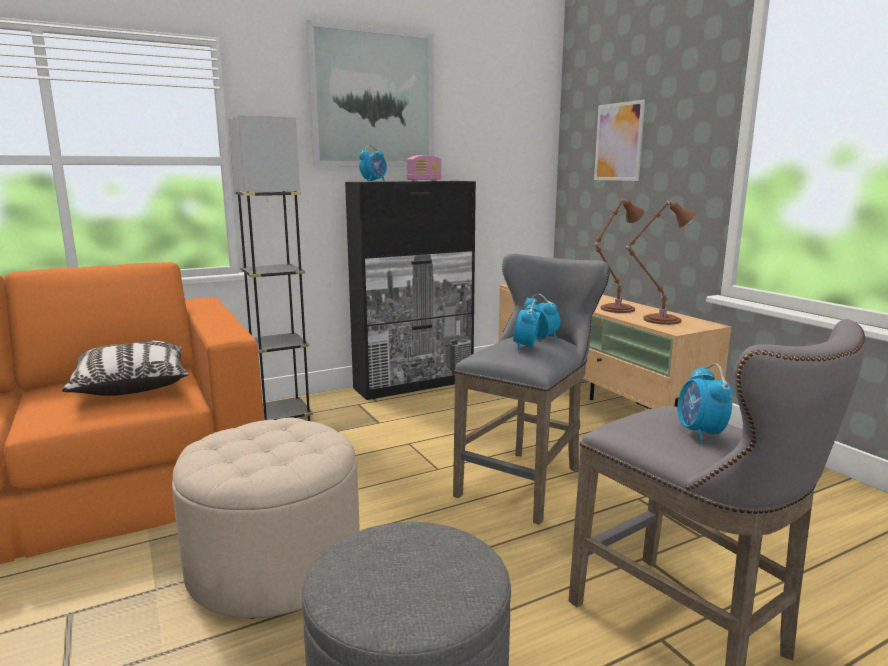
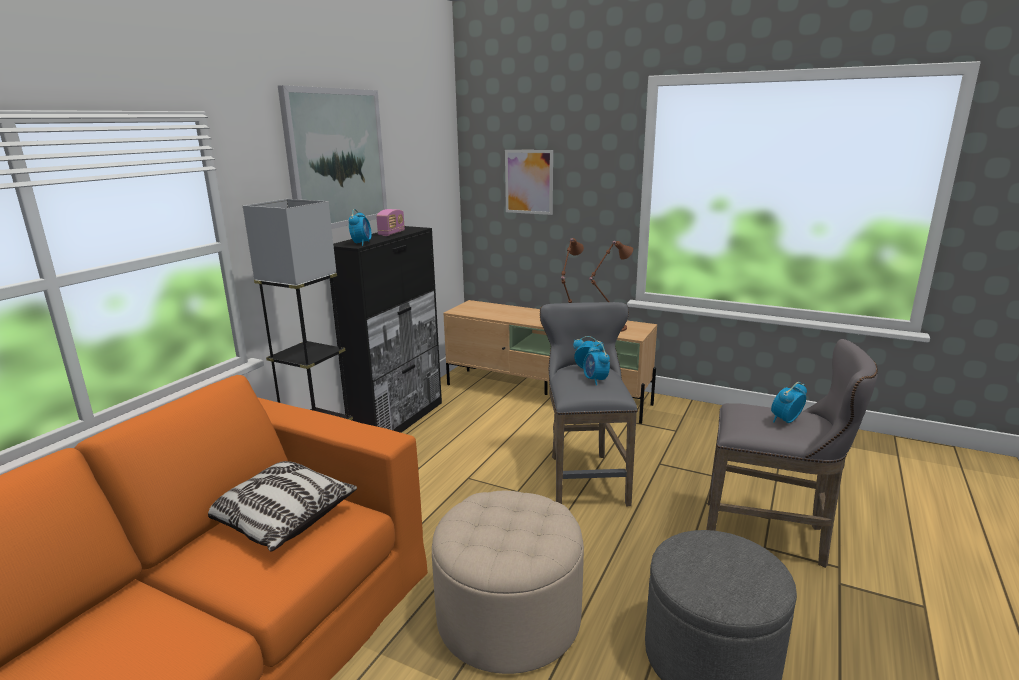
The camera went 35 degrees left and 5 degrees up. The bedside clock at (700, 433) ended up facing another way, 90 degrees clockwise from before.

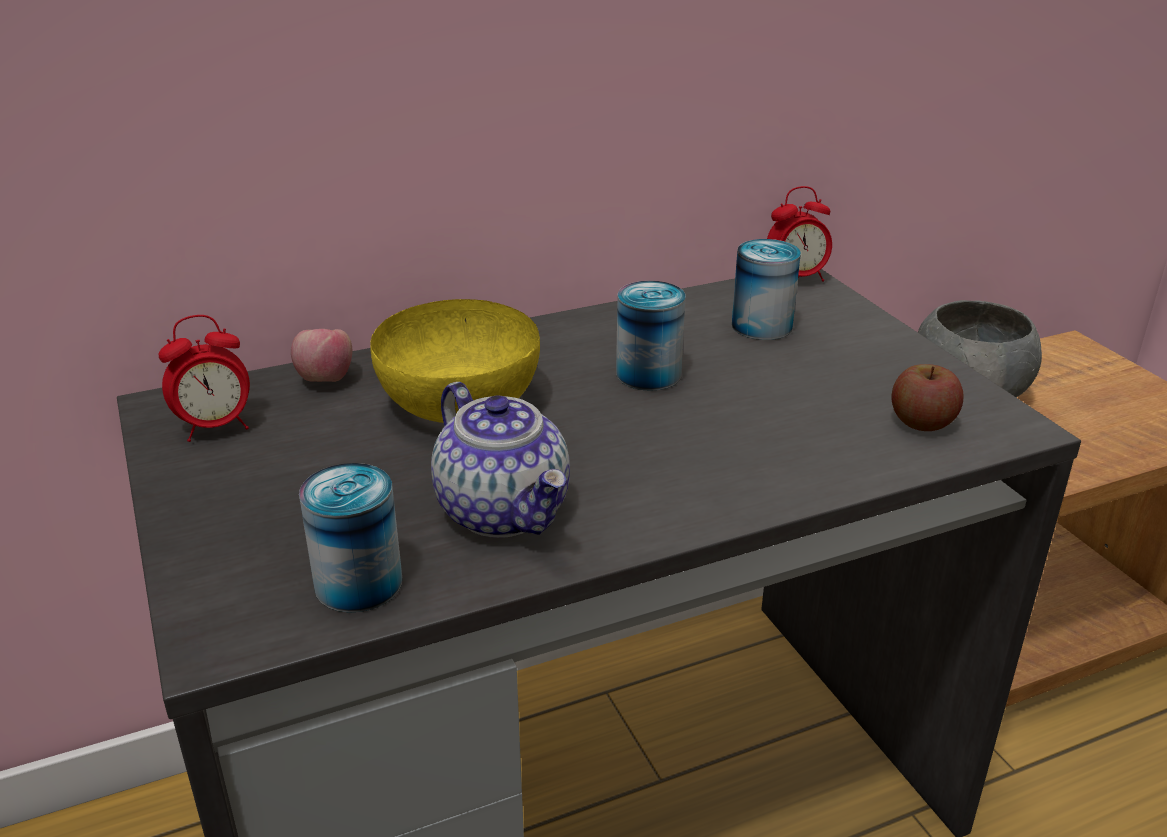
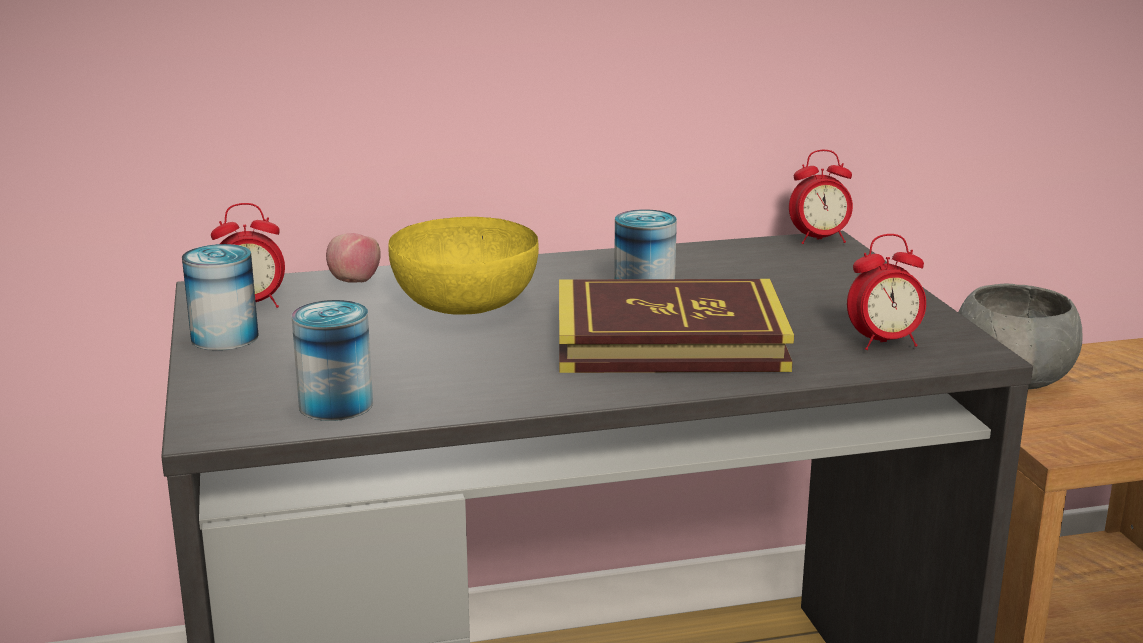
The camera went 10 degrees right and 10 degrees down. The second view lost the tea pot at (505, 511). The metal can ended up elsewhere, having gone from (762, 326) to (224, 337). Where the apple stood at (922, 422), the bedside clock came to stand at (884, 343). The second view gained the bound book at (669, 341).

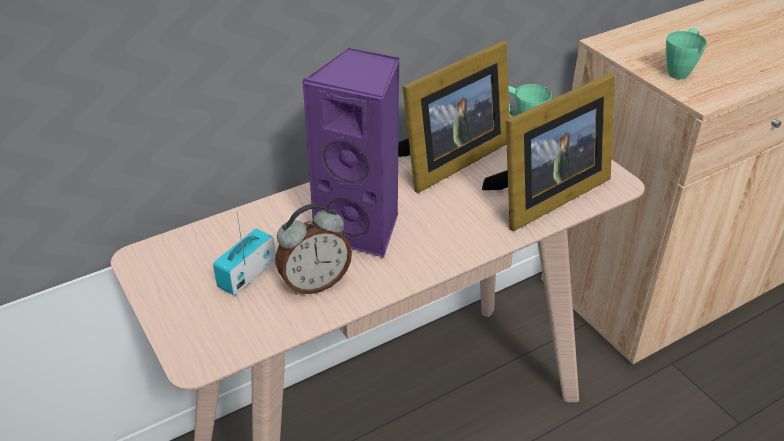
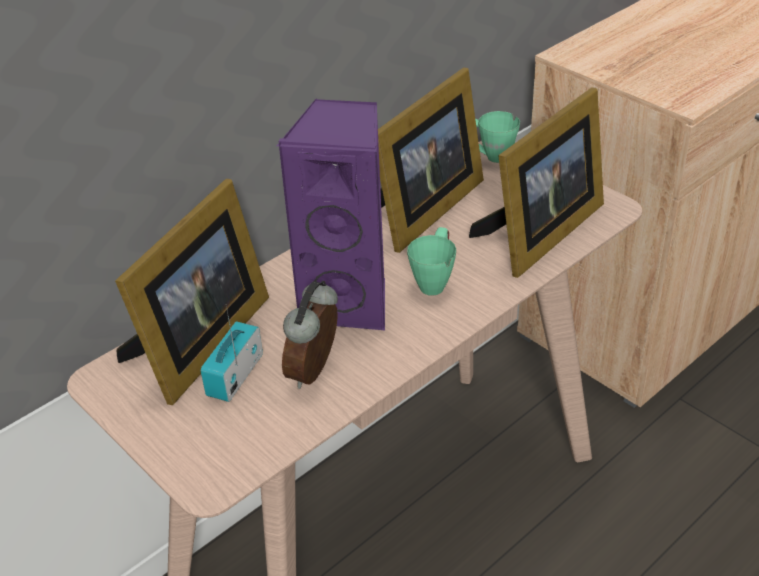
The camera went 10 degrees left and 0 degrees up. The bedside clock at (315, 283) ended up facing another way, 150 degrees clockwise from before. The greenish mug ended up elsewhere, having gone from (680, 70) to (434, 280). The second view gained the picture frame at (198, 345).

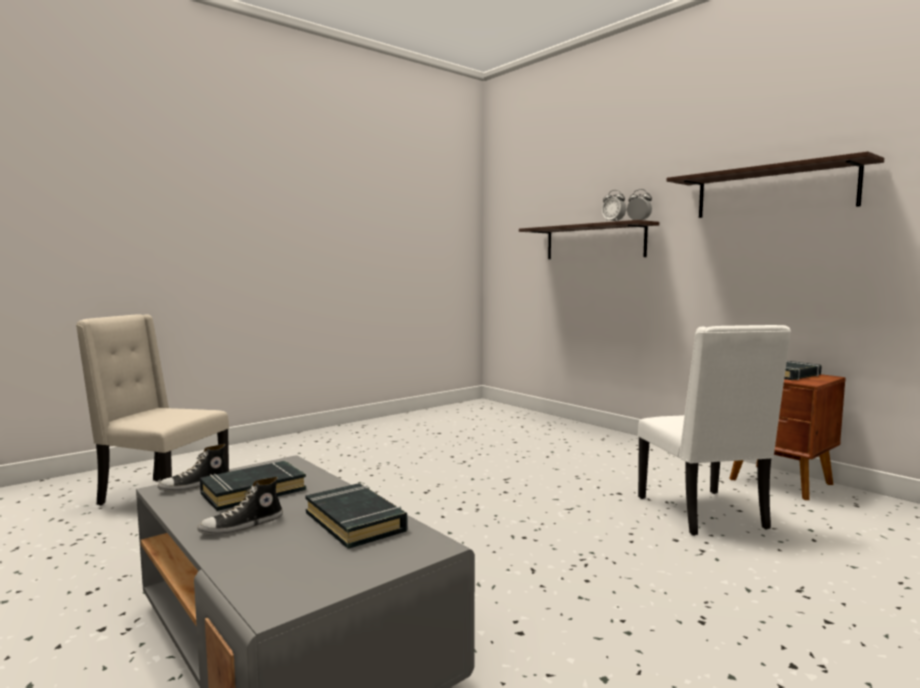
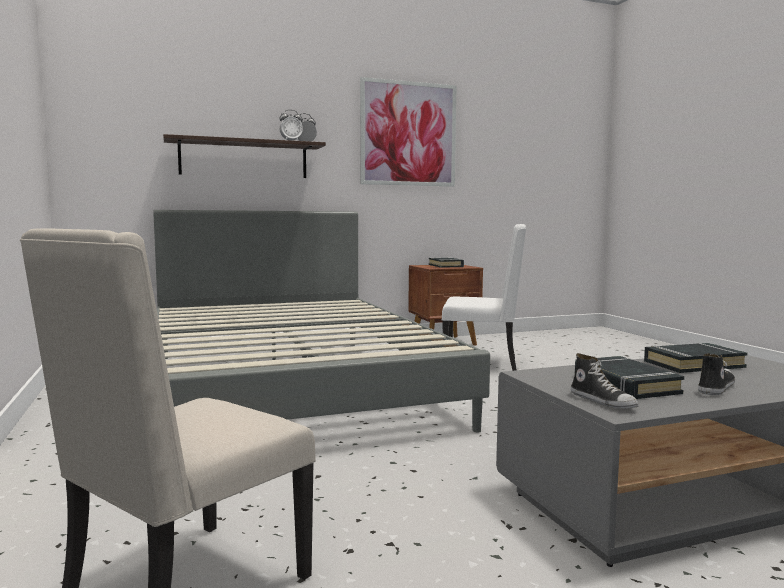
The camera went 70 degrees left and 0 degrees up. The shoe at (242, 526) ended up facing another way, 120 degrees counterclockwise from before. Where the wall shelf hung at (773, 191), the wall picture came to hang at (408, 134). The second view gained the grey bed at (290, 386).

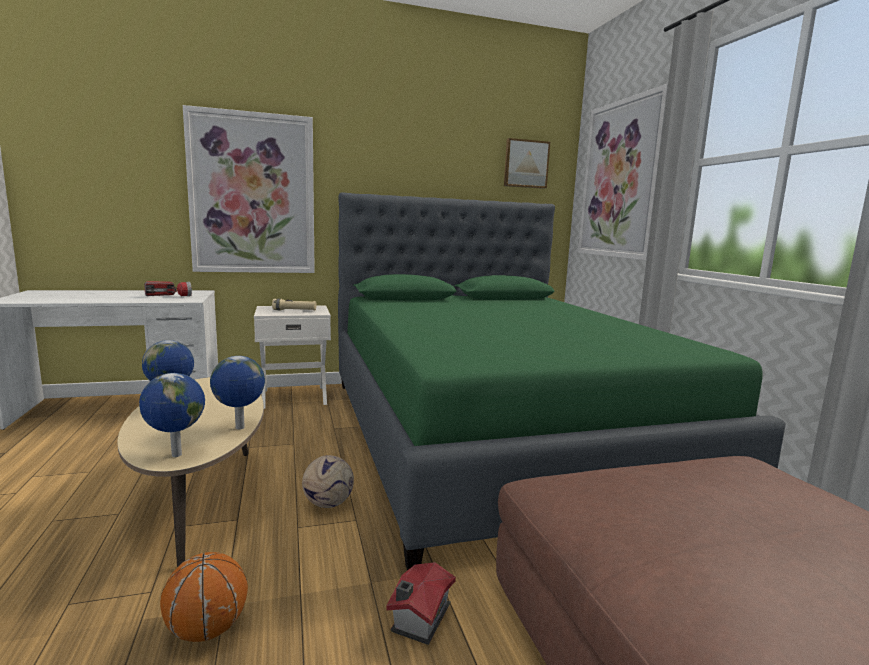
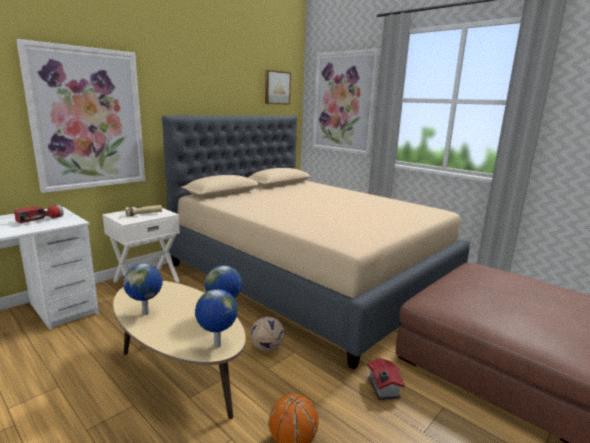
The camera went 30 degrees left and 5 degrees up. What was the greenish bed at (498, 434) turned into the beige bed at (310, 276).

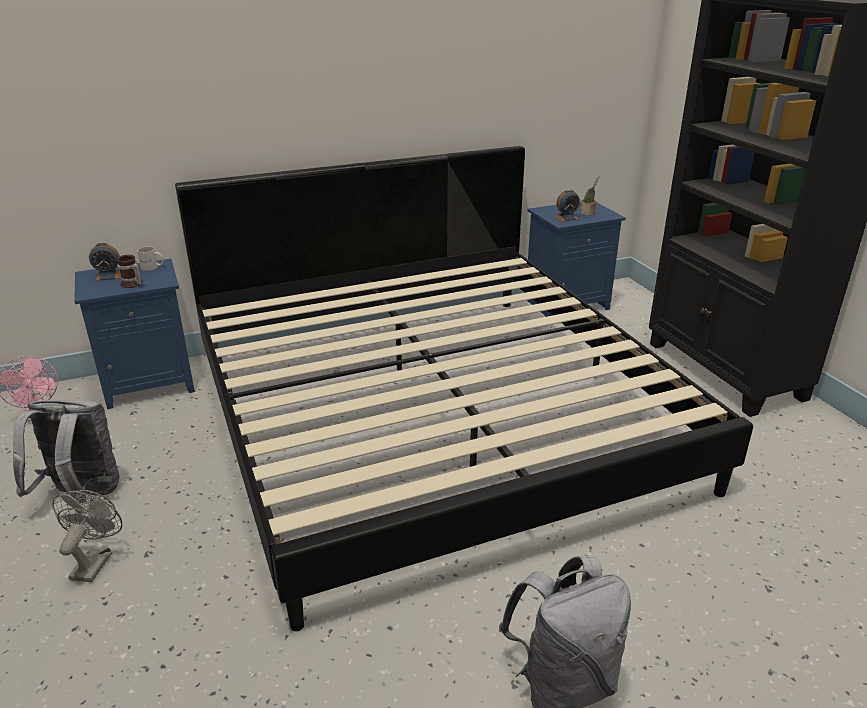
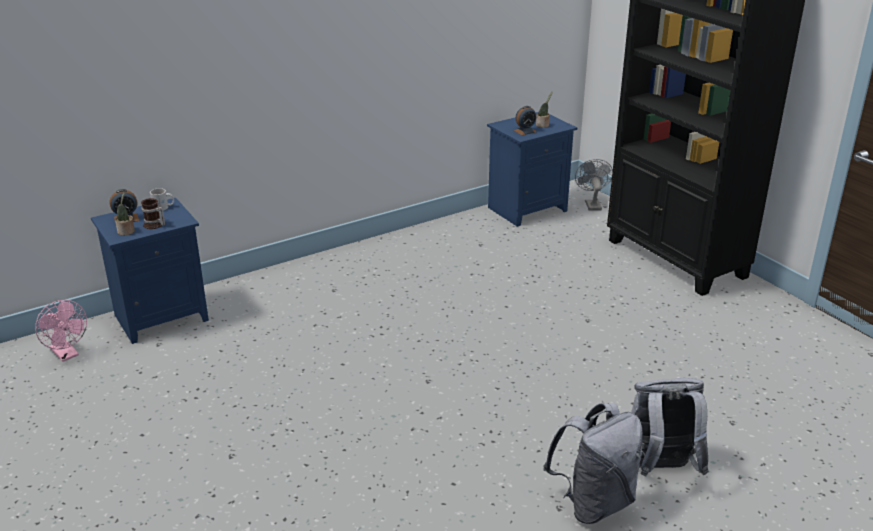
The camera went 10 degrees left and 0 degrees up. The grey rucksack ended up elsewhere, having gone from (81, 495) to (659, 469). The grey fan ended up elsewhere, having gone from (94, 561) to (591, 204). The second view lost the bed at (433, 416). The second view gained the potted plant at (126, 232).

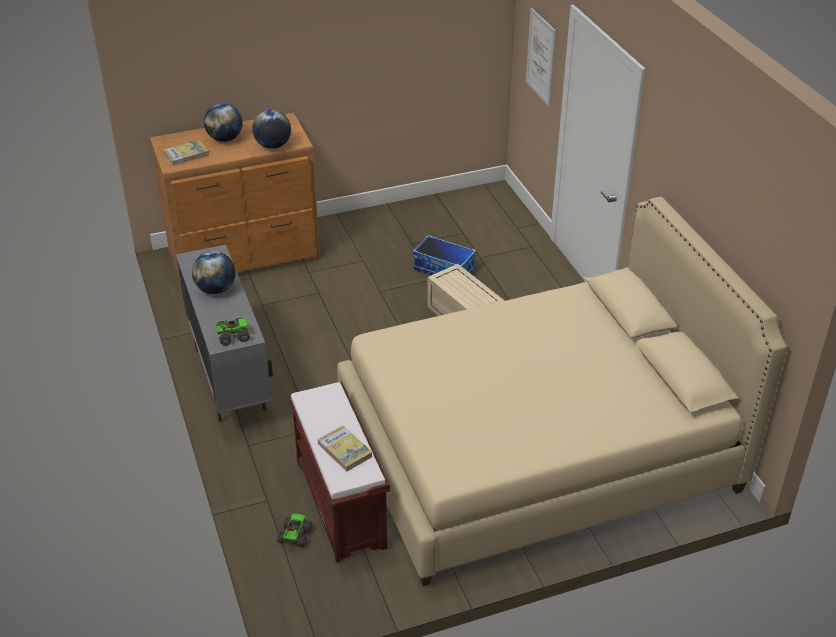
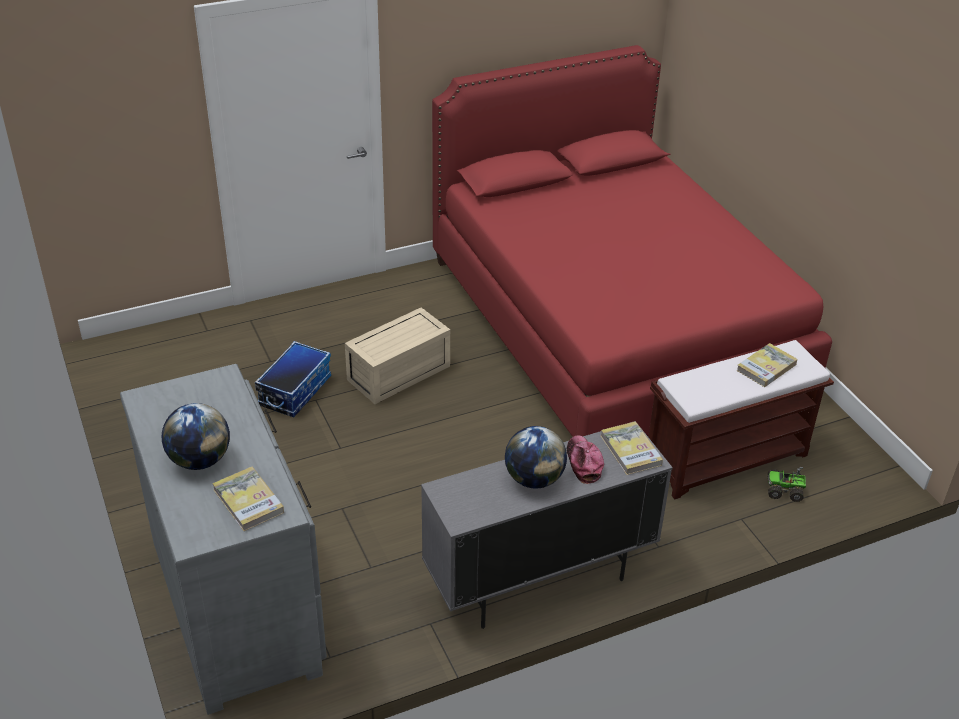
The camera went 95 degrees left and 0 degrees up. What was the brownish dresser at (245, 255) turned into the grey dresser at (238, 604). Where the model truck stood at (232, 336), the bound book came to stand at (630, 450). The second view lost the globe at (273, 146). What was the beige bed at (536, 451) turned into the reddish bed at (612, 324). The second view lost the wall picture at (540, 57). The second view gained the peaked cap at (583, 462).

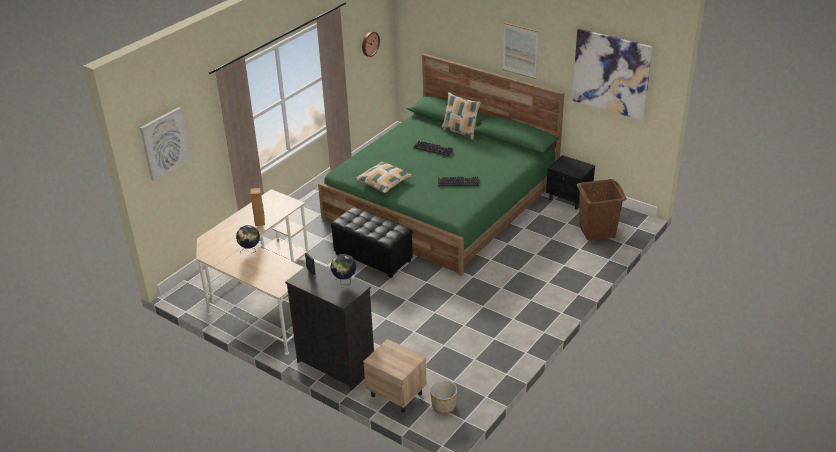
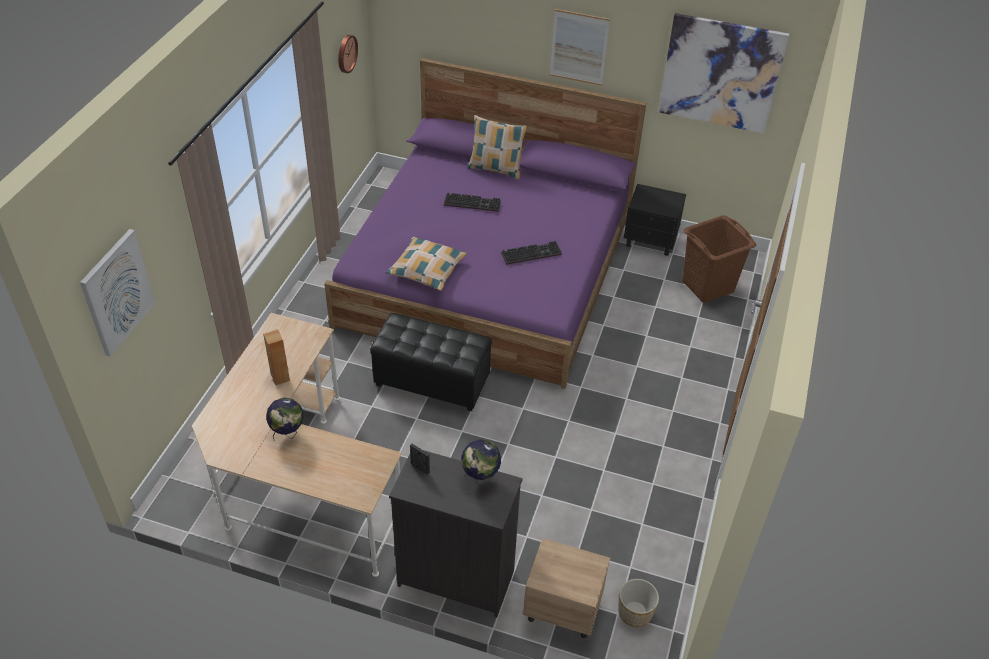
The camera went 20 degrees left and 10 degrees up. What was the greenish bed at (442, 201) turned into the purple bed at (488, 271).

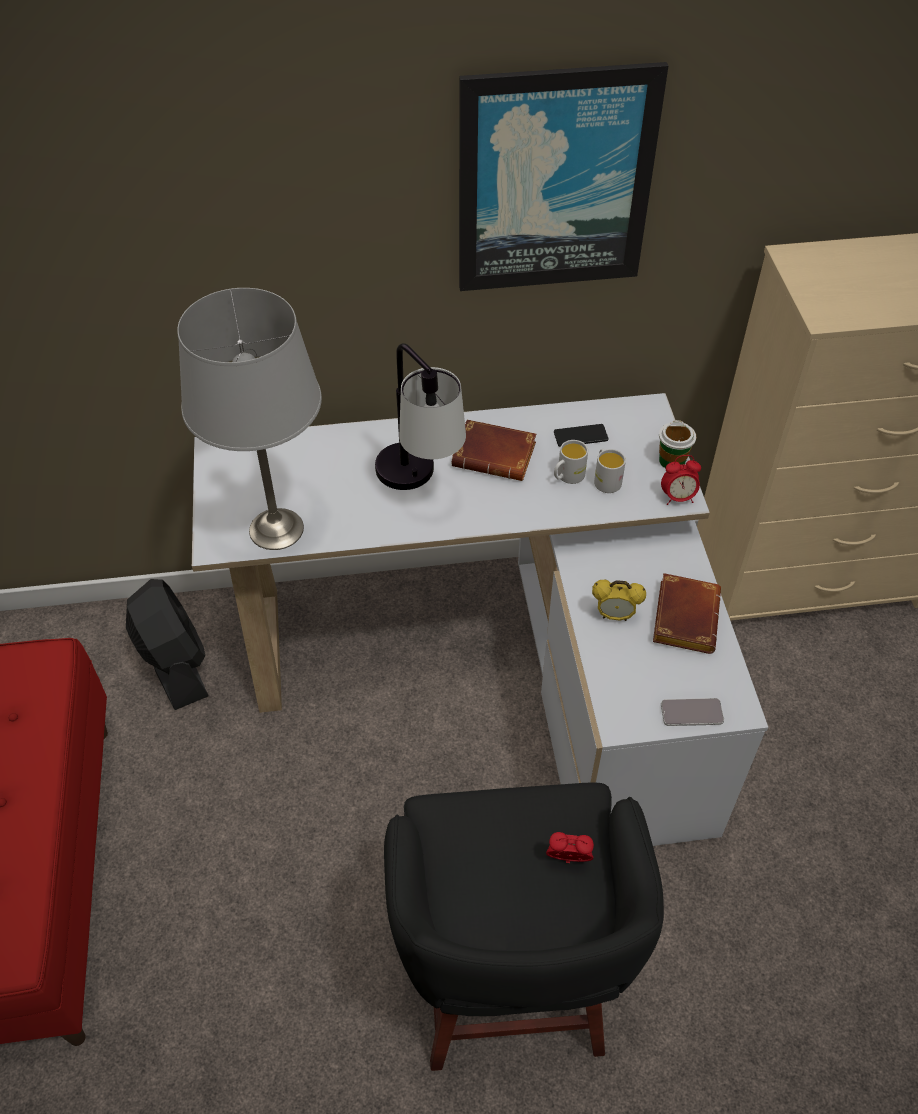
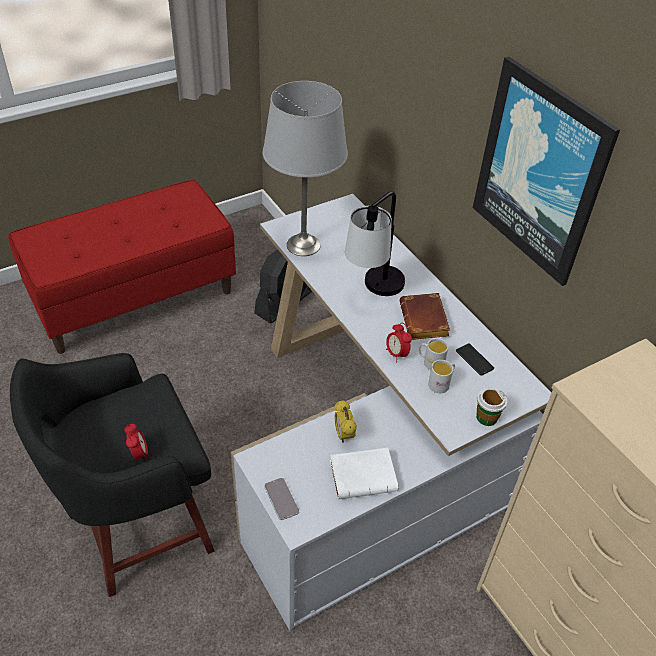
The camera went 65 degrees right and 5 degrees down. What was the brownish bound book at (683, 616) turned into the white-coloured bound book at (364, 475). The bedside clock ended up elsewhere, having gone from (678, 498) to (396, 354).

